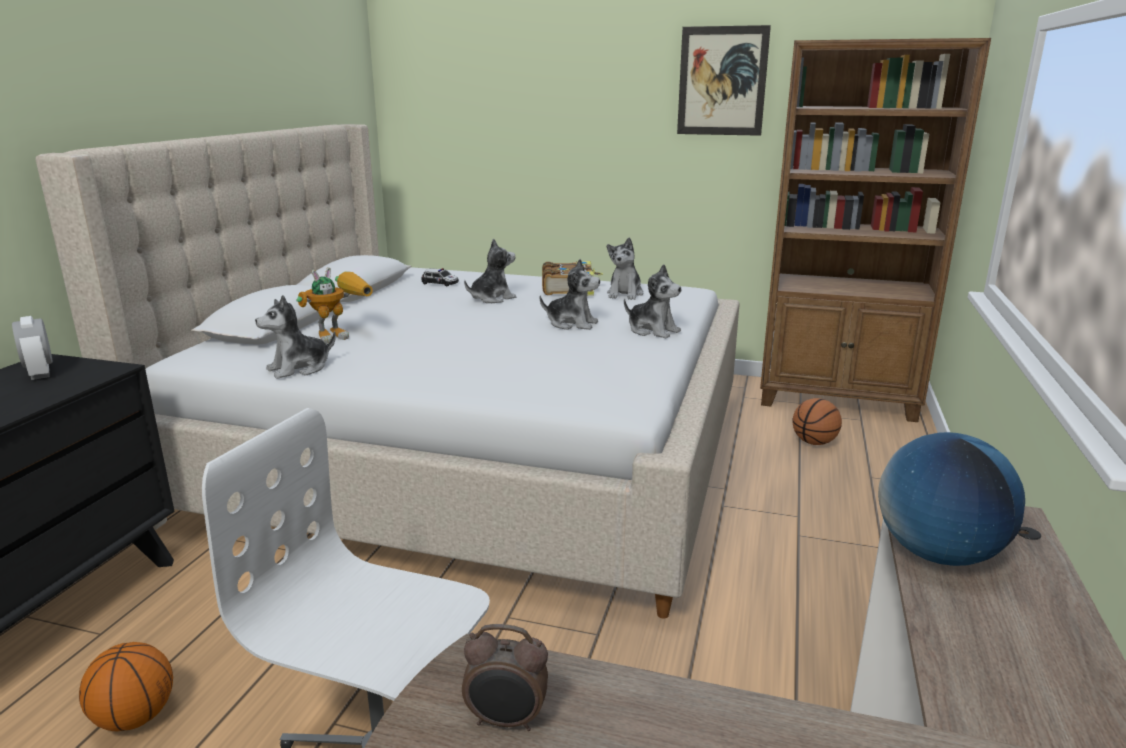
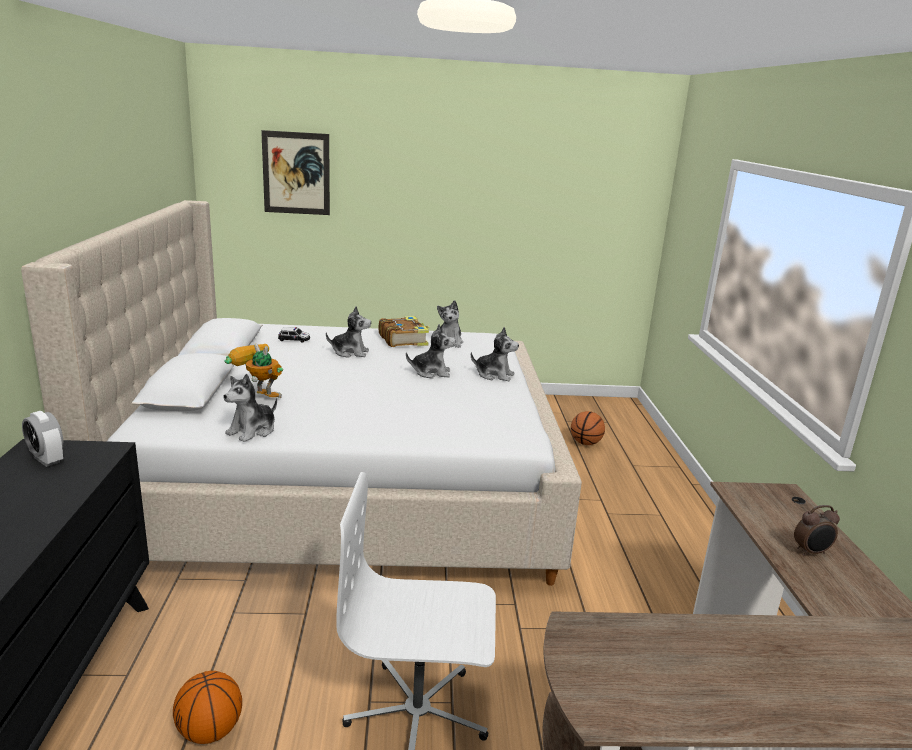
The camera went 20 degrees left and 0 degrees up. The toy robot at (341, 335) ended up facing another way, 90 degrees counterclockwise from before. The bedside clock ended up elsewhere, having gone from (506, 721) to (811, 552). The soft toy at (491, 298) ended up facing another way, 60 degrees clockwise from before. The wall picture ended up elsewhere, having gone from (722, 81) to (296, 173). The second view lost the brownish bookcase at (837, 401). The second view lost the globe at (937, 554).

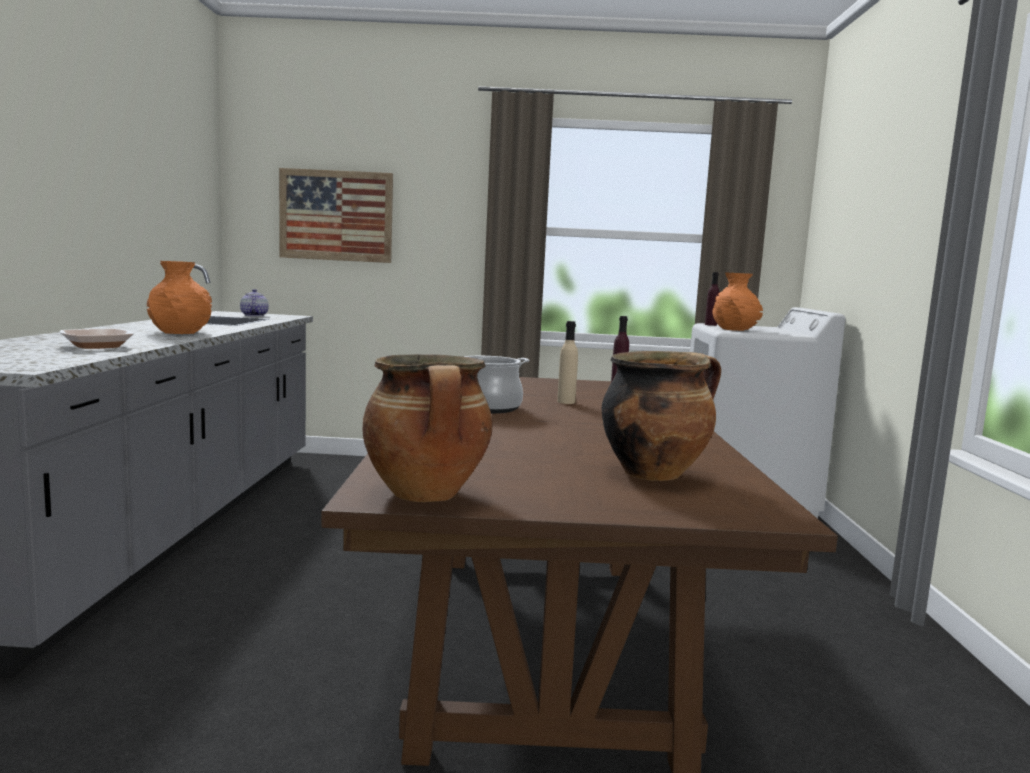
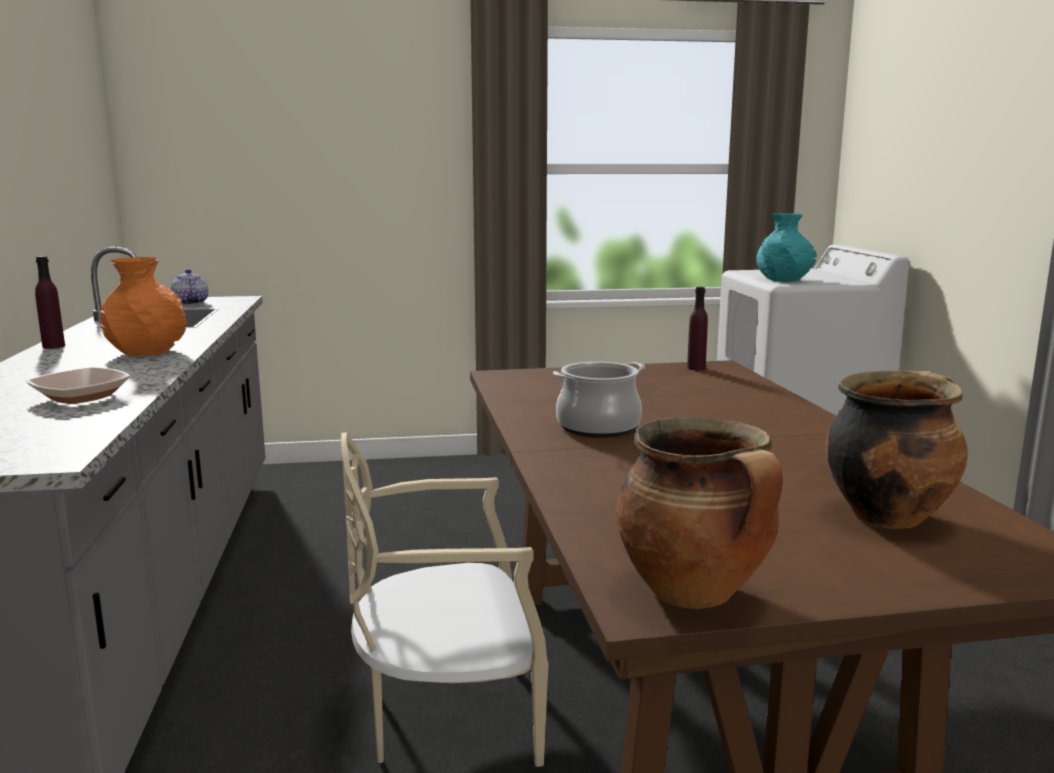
The camera went 10 degrees left and 5 degrees up. The second view lost the wall picture at (336, 216). The second view lost the beige drink bottle at (566, 402). The purple drink bottle ended up elsewhere, having gone from (710, 325) to (53, 346). What was the orange vase at (735, 329) turned into the turquoise-coloured vase at (784, 280). The second view gained the beige plain chair at (447, 716).

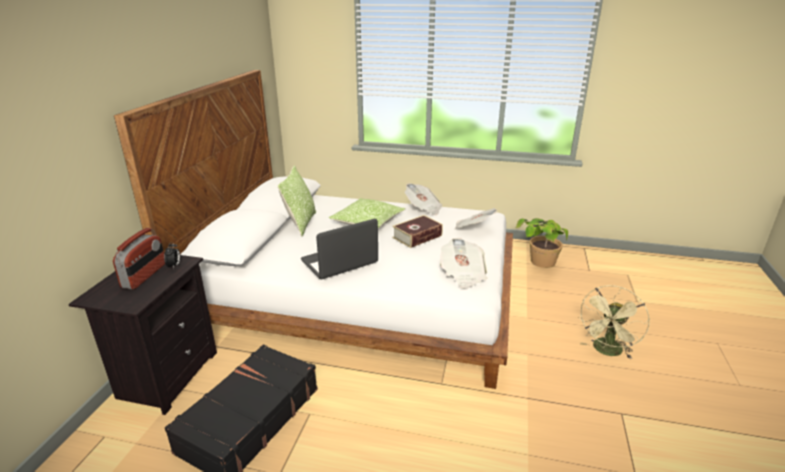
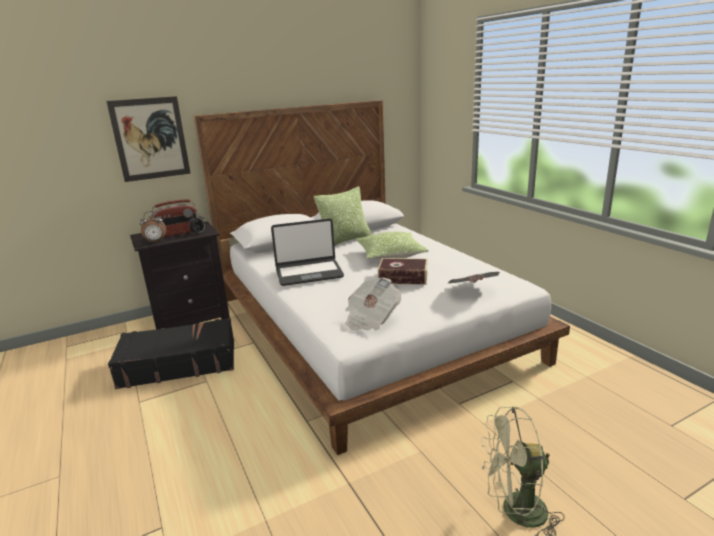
The camera went 50 degrees right and 5 degrees down. The notebook computer at (340, 262) ended up facing another way, 150 degrees clockwise from before. The second view lost the newspaper at (423, 208). The second view lost the potted plant at (537, 267). The second view gained the wall picture at (150, 139). The second view gained the bedside clock at (155, 242).

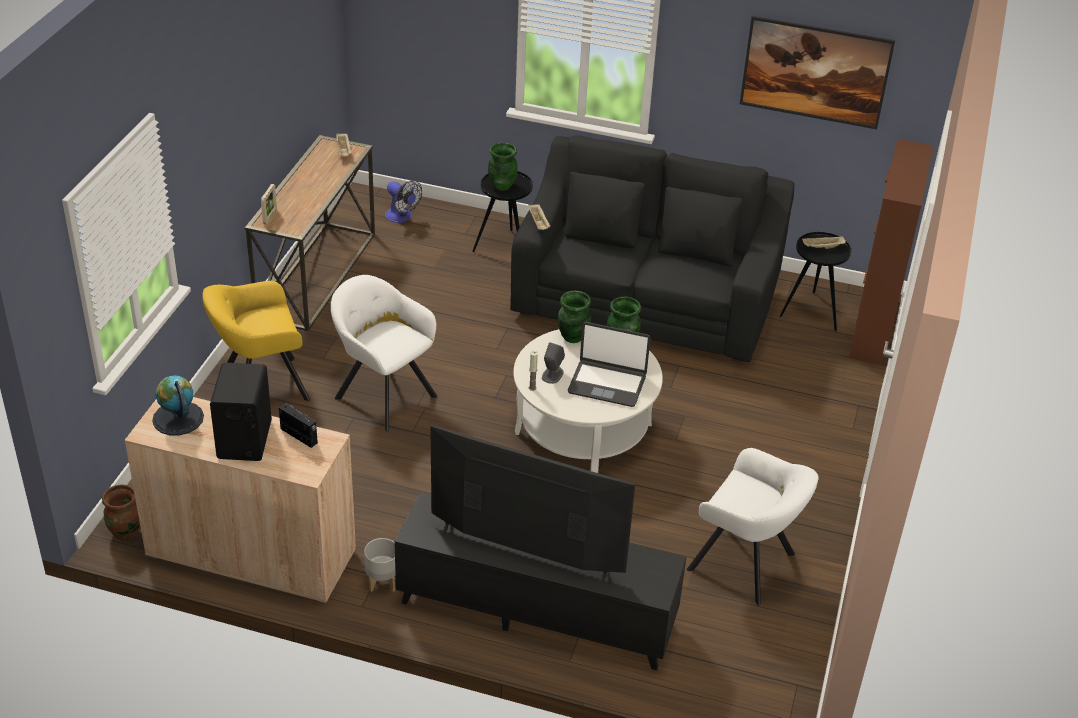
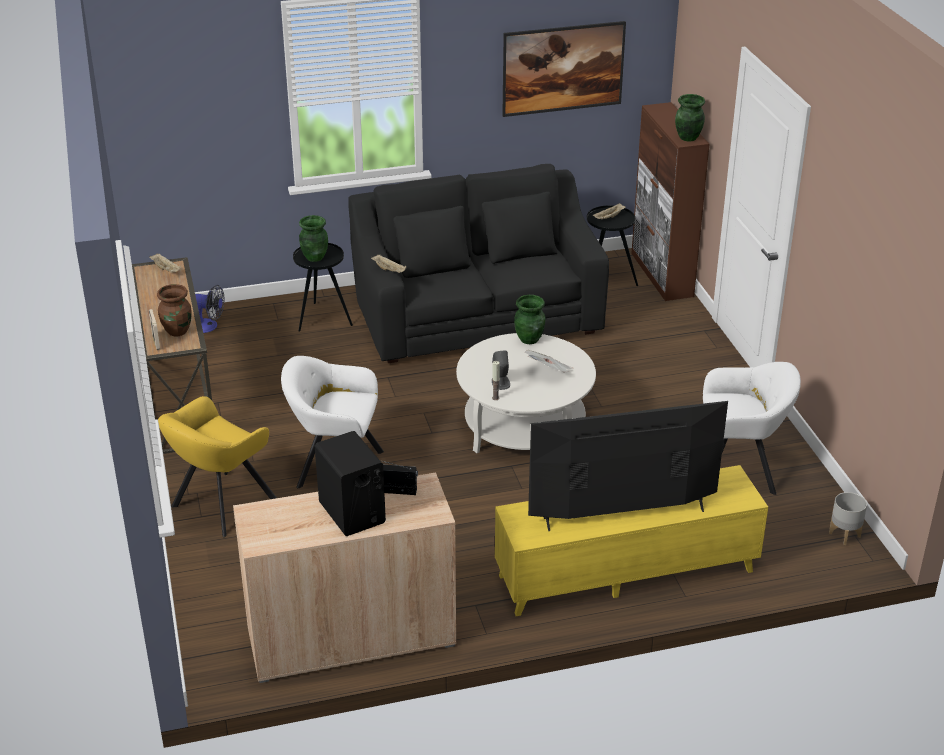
The camera went 30 degrees left and 5 degrees down. The brownish vase ended up elsewhere, having gone from (126, 533) to (178, 331). The second view lost the globe at (178, 418). The grey flower pot ended up elsewhere, having gone from (382, 582) to (844, 535). What was the black tv unit at (536, 612) turned into the yellow tv unit at (626, 573). The greenish vase ended up elsewhere, having gone from (572, 337) to (688, 138). Where the notebook computer stood at (607, 384), the newspaper came to stand at (549, 372).

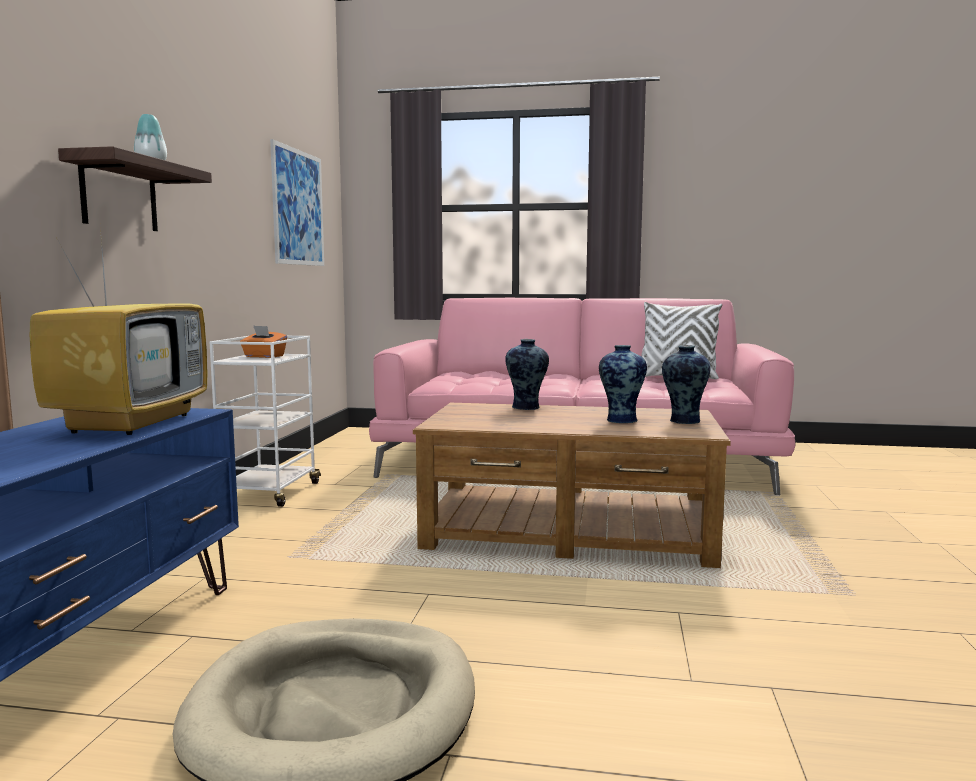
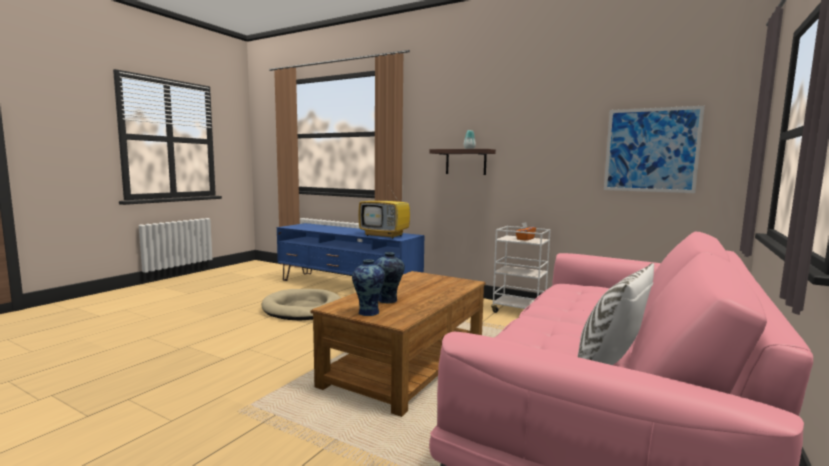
The camera went 110 degrees right and 0 degrees up. The second view lost the vase at (526, 408).

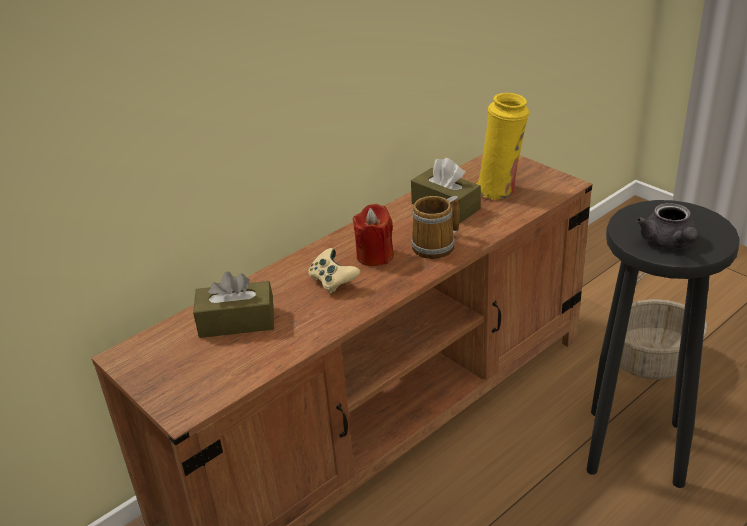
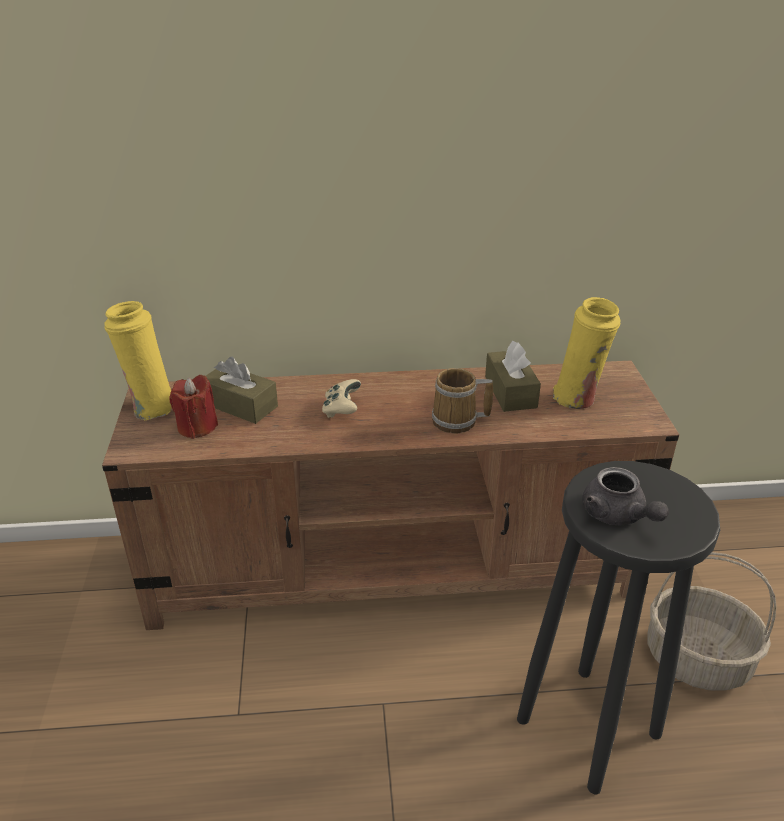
The camera went 35 degrees right and 0 degrees up. The reddish wax candle ended up elsewhere, having gone from (375, 256) to (197, 427). The grey tea pot at (669, 243) ended up facing another way, 60 degrees counterclockwise from before. The second view gained the yellow vase at (150, 407).

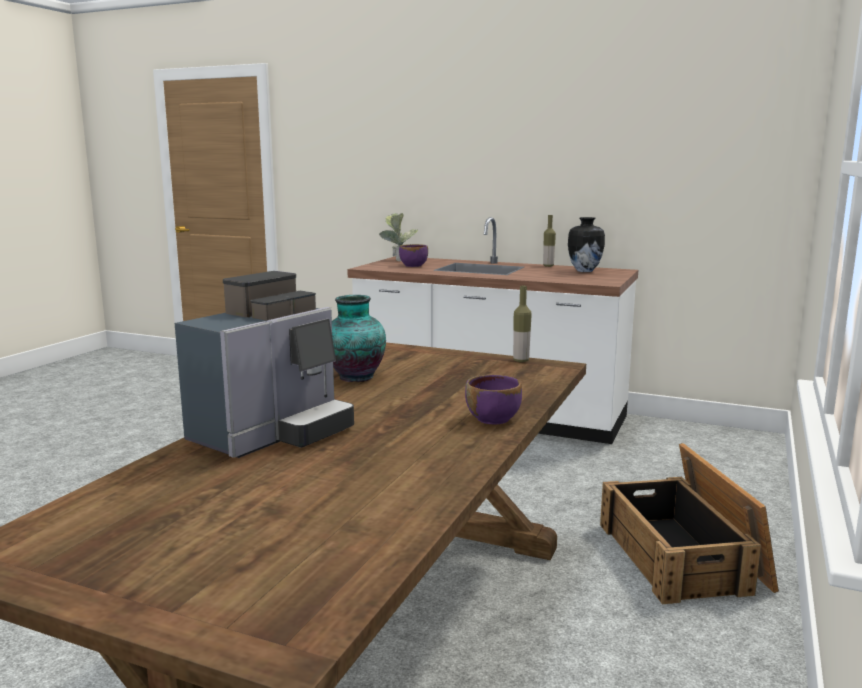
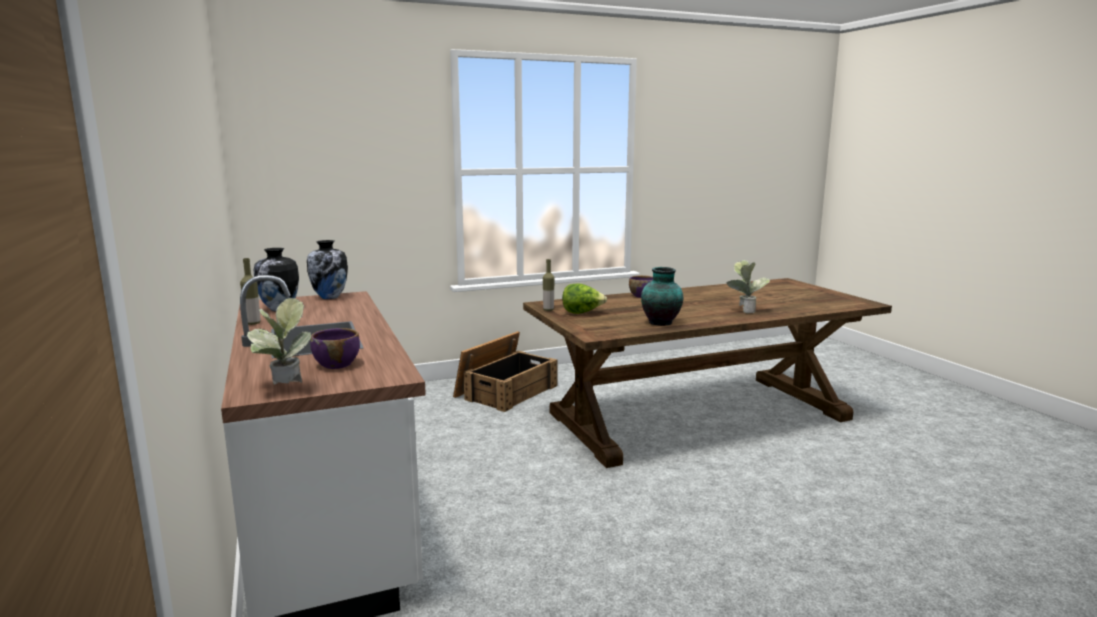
The camera went 135 degrees left and 0 degrees up. Where the coffee maker stood at (273, 433), the potted plant came to stand at (744, 310). The second view gained the vase at (330, 297). The second view gained the lettuce head at (582, 313).

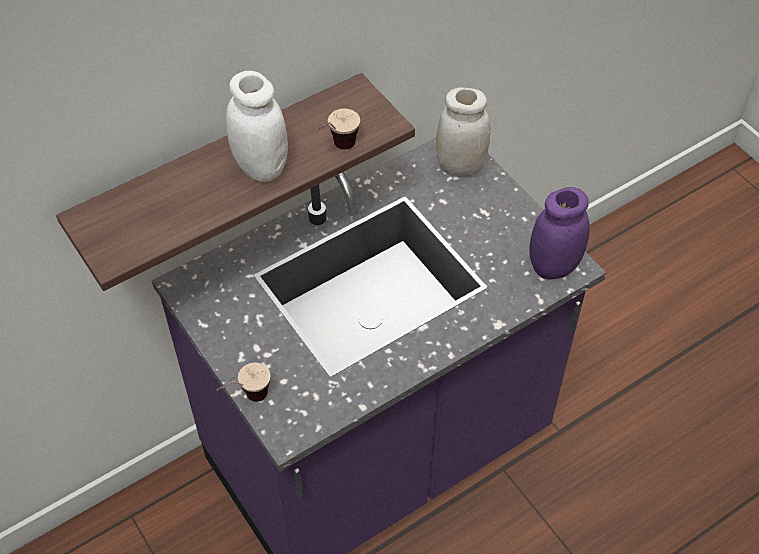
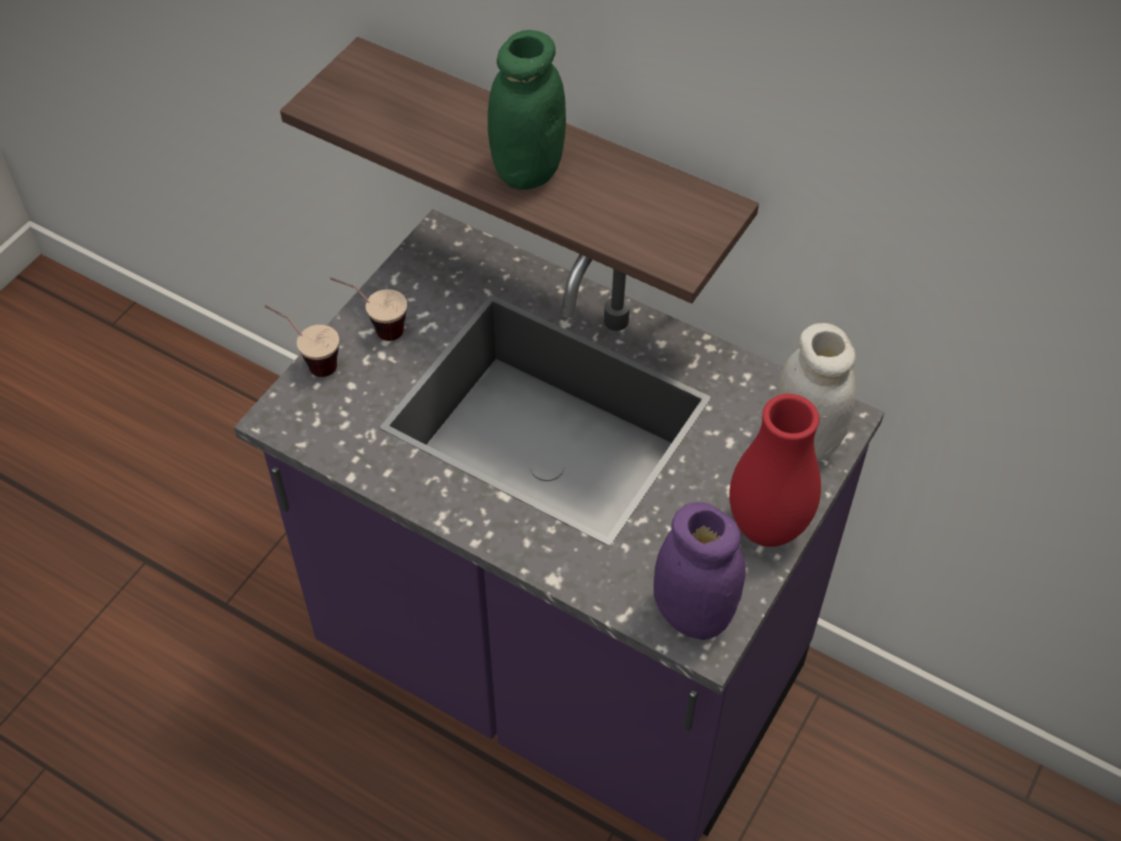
The camera went 65 degrees right and 0 degrees up. What was the white-coloured storage jar at (261, 167) turned into the greenish storage jar at (527, 170). The drinking cup ended up elsewhere, having gone from (336, 150) to (373, 328). The second view gained the reddish vase at (767, 527).

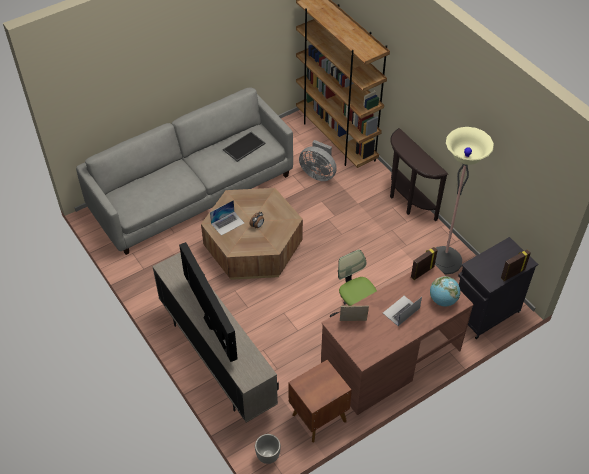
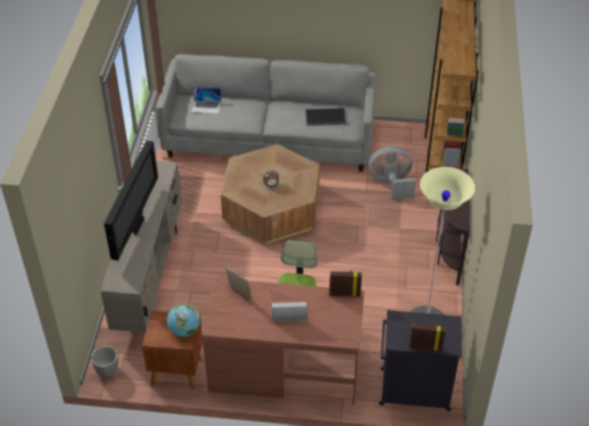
The camera went 40 degrees right and 5 degrees down. The notebook computer ended up elsewhere, having gone from (227, 223) to (206, 107). The grey fan at (318, 174) ended up facing another way, 105 degrees clockwise from before. The globe ended up elsewhere, having gone from (443, 300) to (184, 330).

